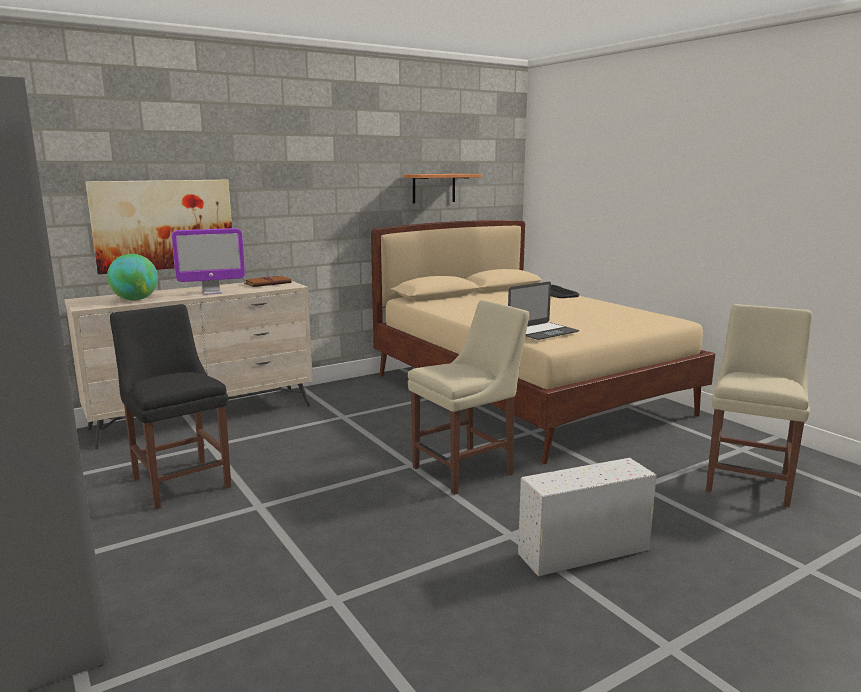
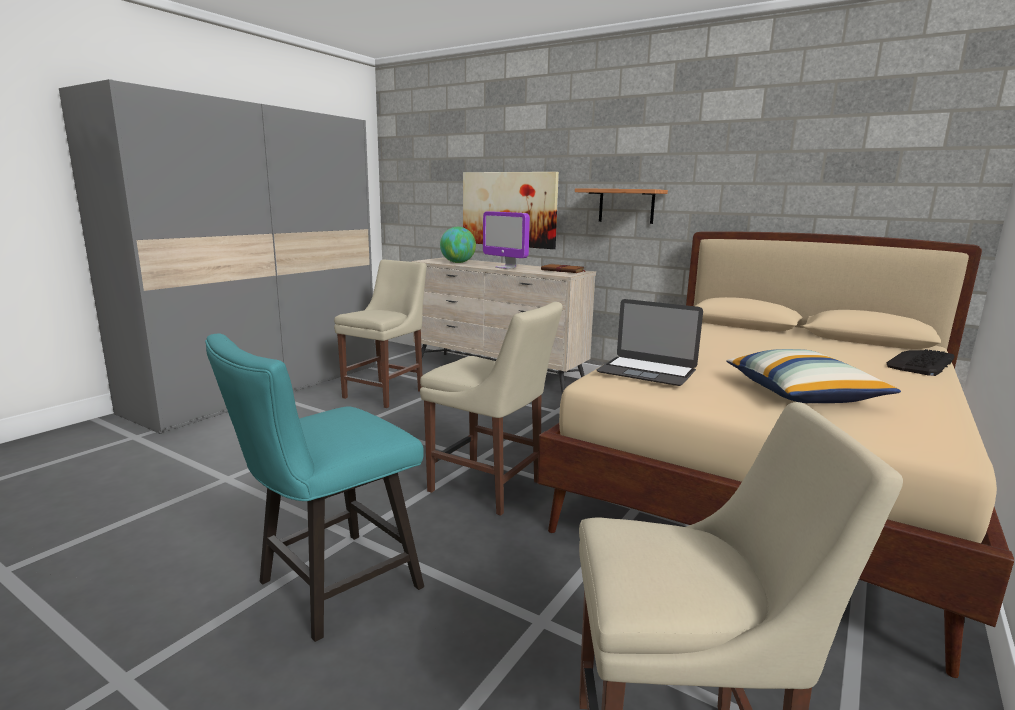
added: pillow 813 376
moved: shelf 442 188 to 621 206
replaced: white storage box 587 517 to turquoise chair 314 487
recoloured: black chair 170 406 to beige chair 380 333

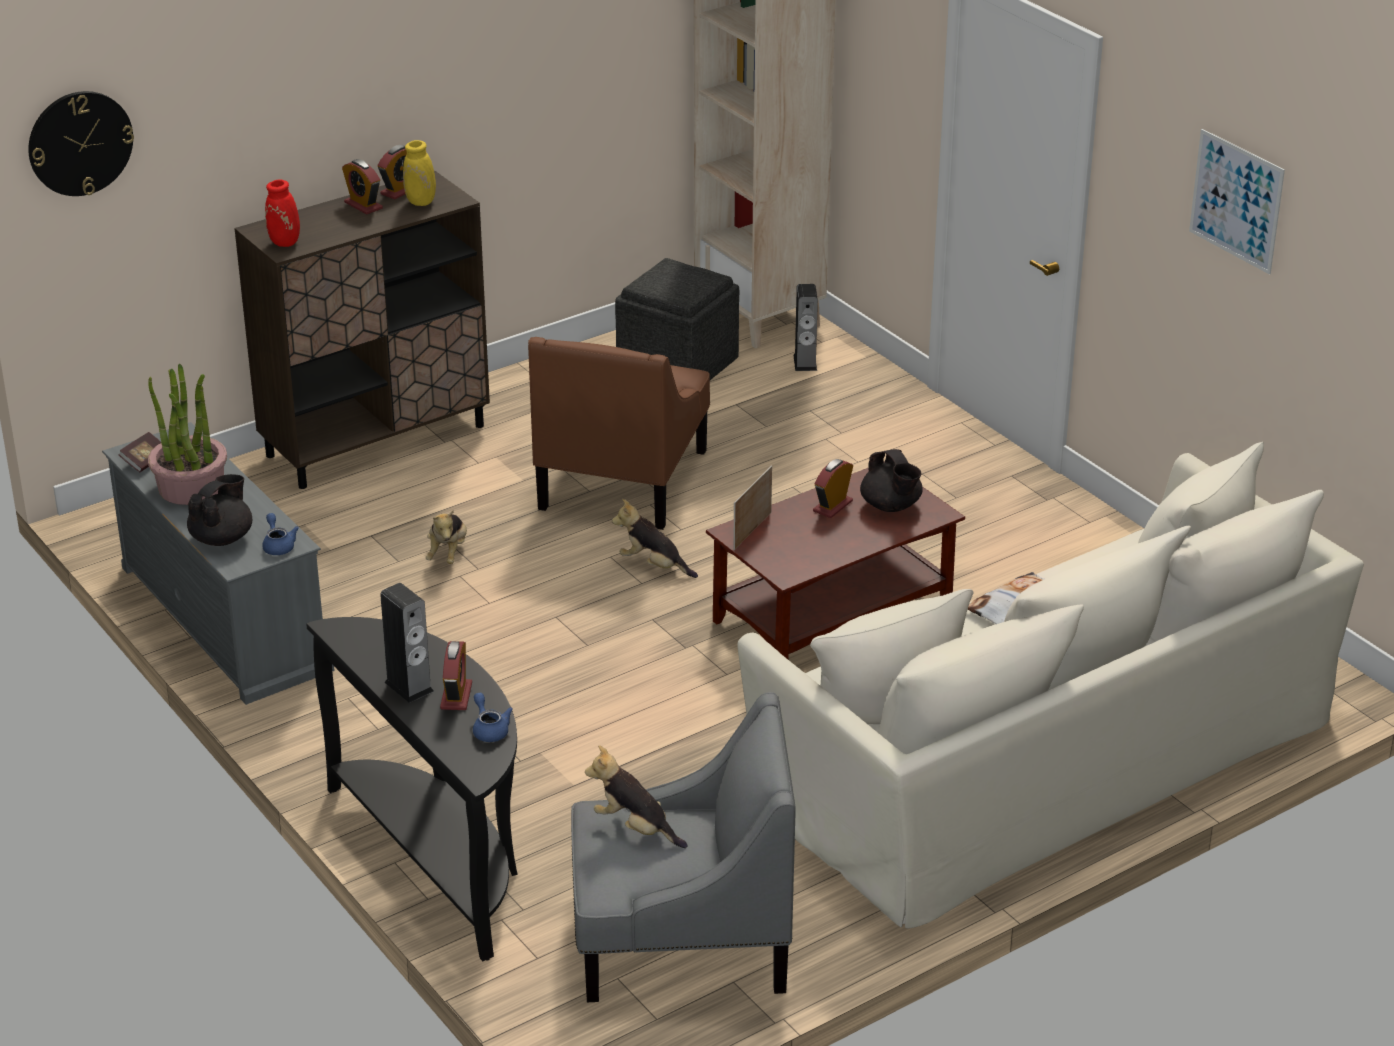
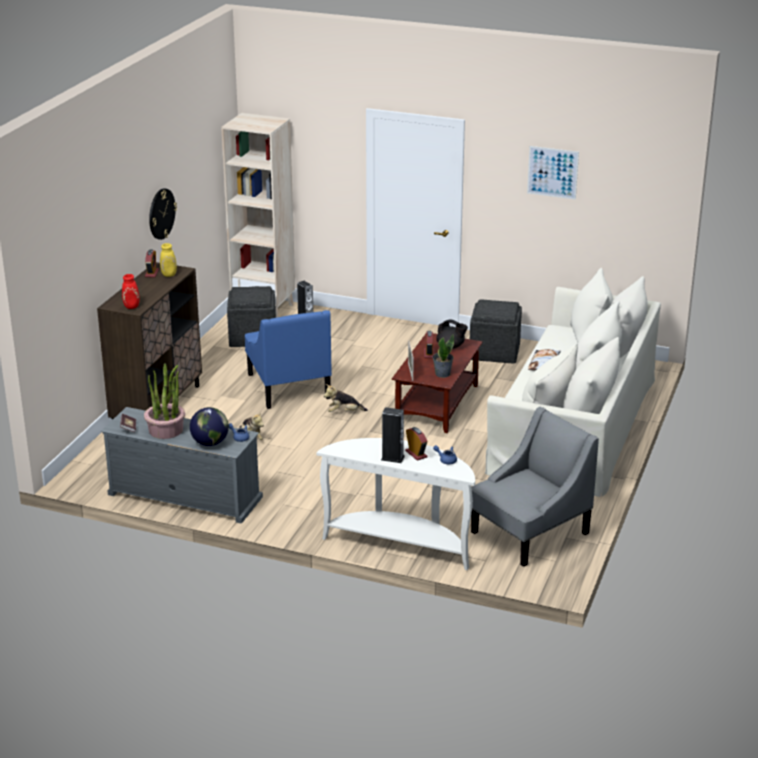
removed: alarm clock 362 187; plush toy 636 796
added: grey ottoman 496 331; potted plant 443 355
moved: wall clock 81 143 to 163 214
replaced: black teapot 219 510 to globe 209 426
recoloured: brown armchair 619 433 to blue armchair 288 359; black console table 412 789 to white console table 396 504

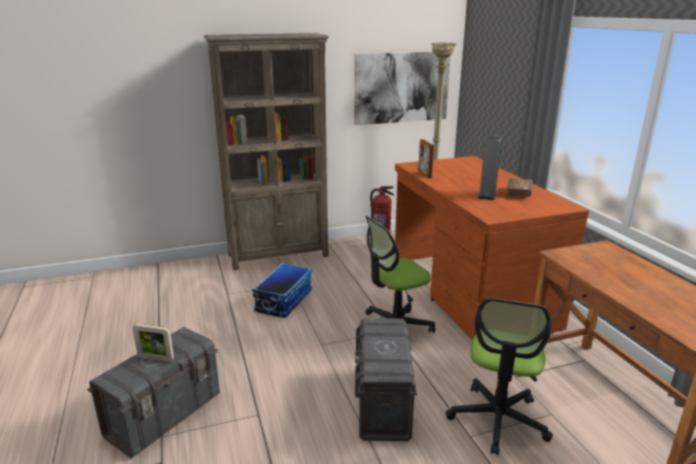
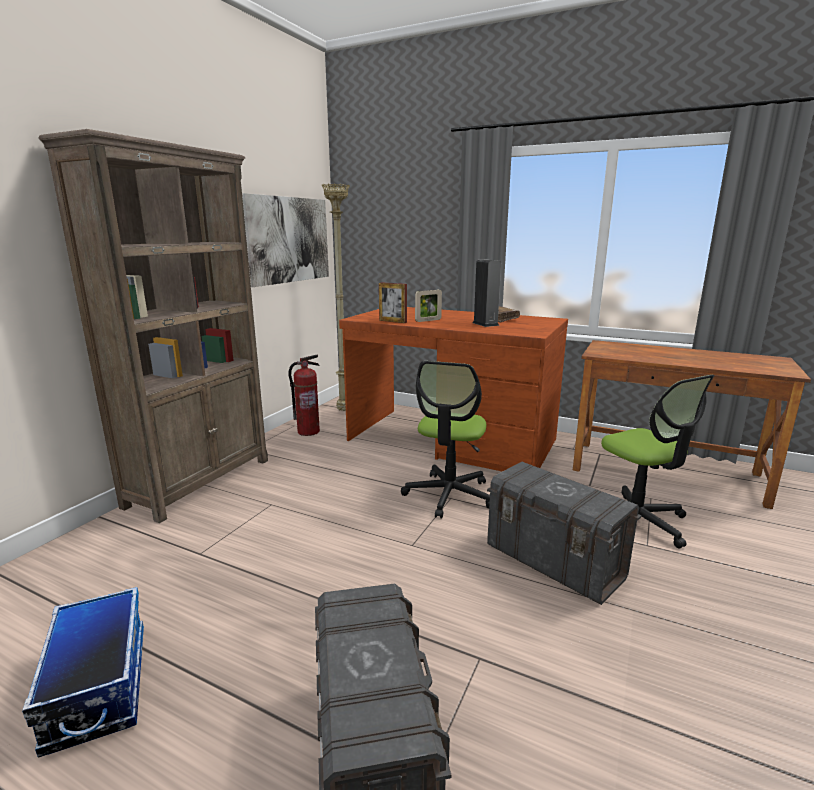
moved: storage box 282 290 to 83 672; picture frame 153 343 to 428 306

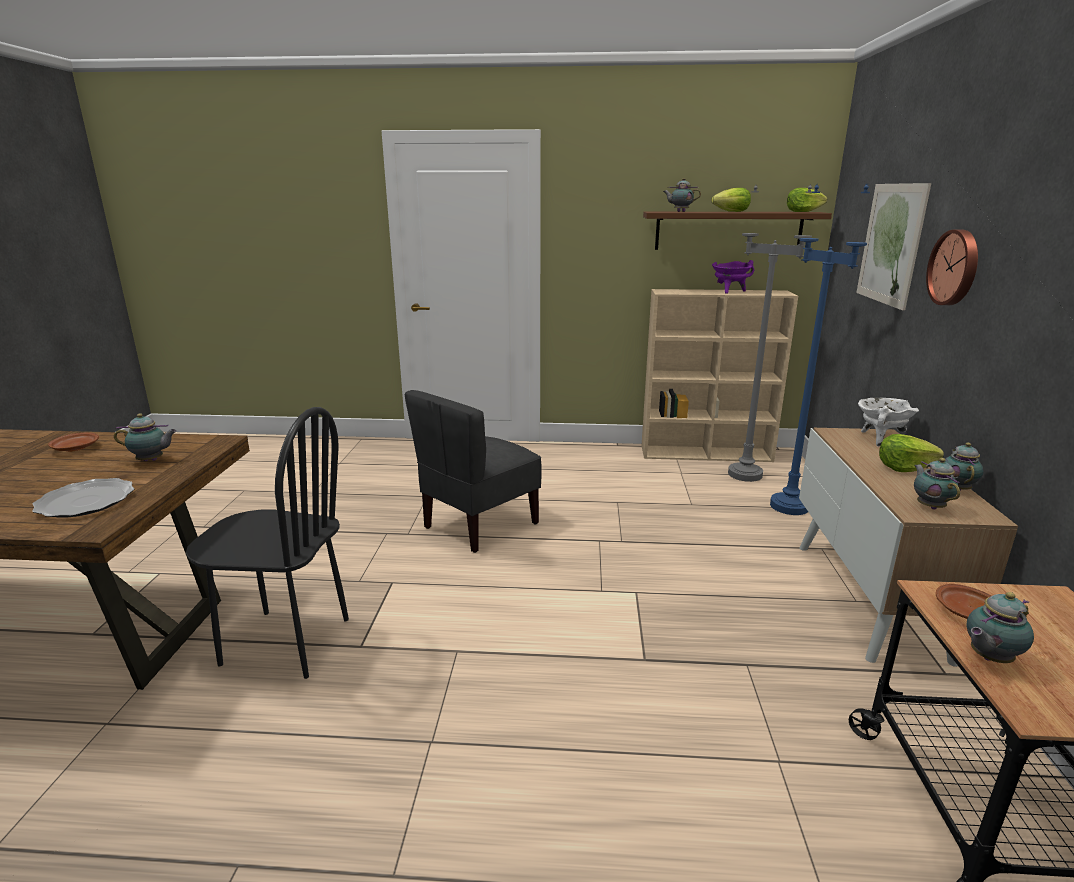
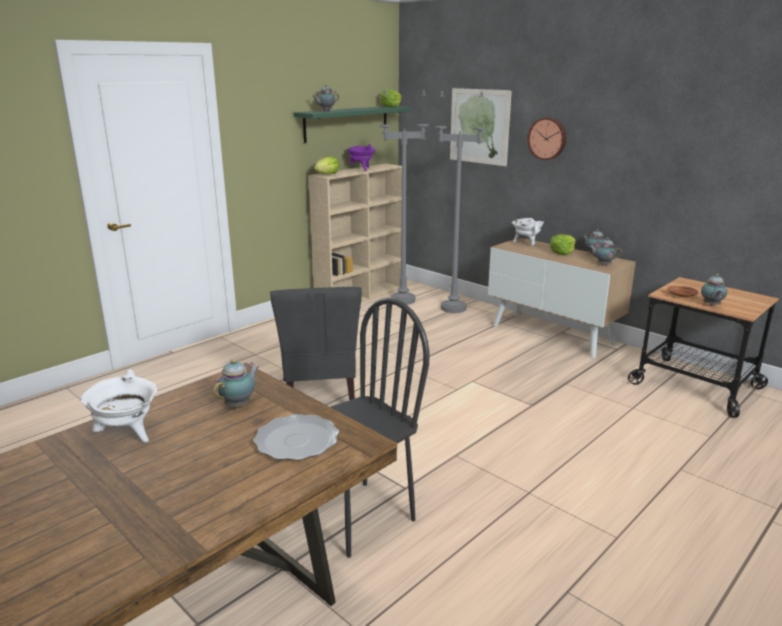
moved: lettuce 731 200 to 326 165
replaced: brown plate 73 442 to white cooking pot 118 406
recoloured: blue floor lamp 820 349 to grey floor lamp 460 202; brown shelf 737 231 to green shelf 353 124

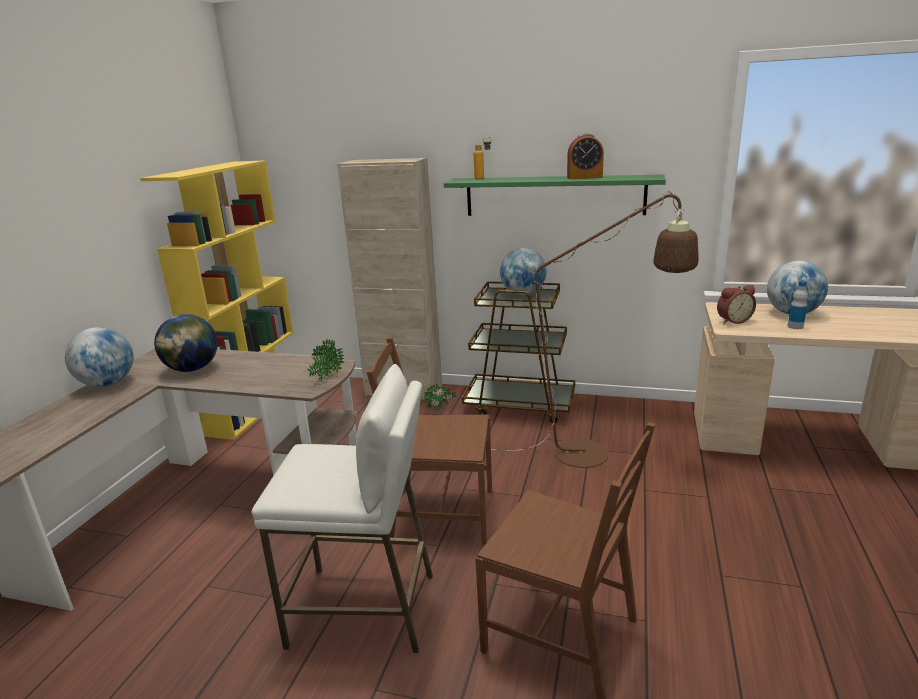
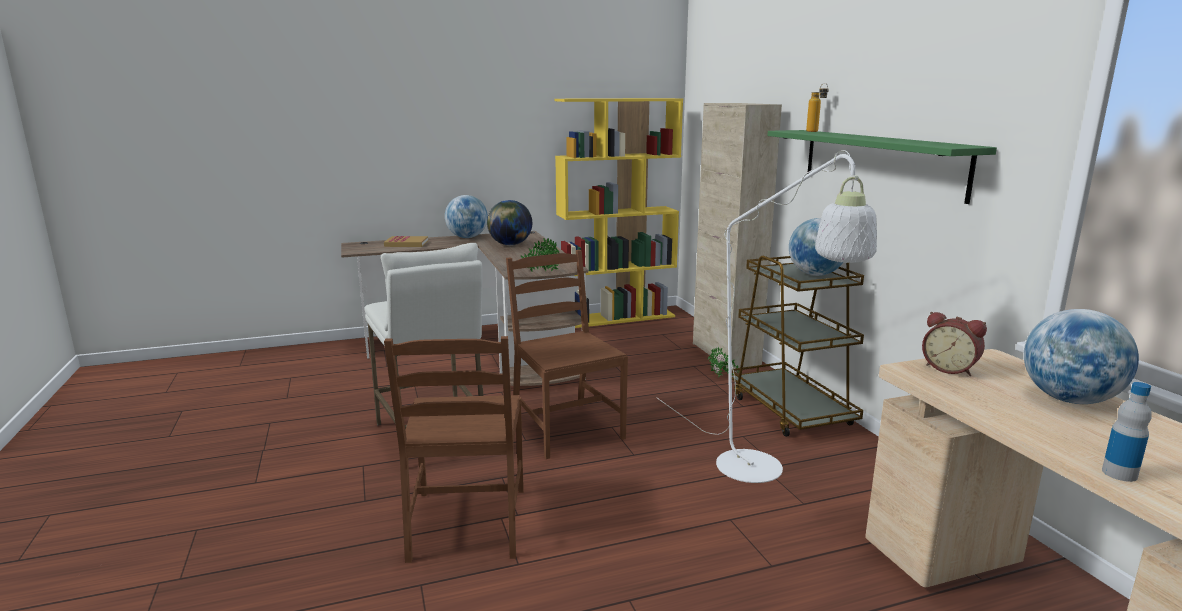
removed: alarm clock 585 156
added: book 406 241
moved: bottle 797 304 to 1127 432
recoloured: brown floor lamp 594 329 to white floor lamp 766 316

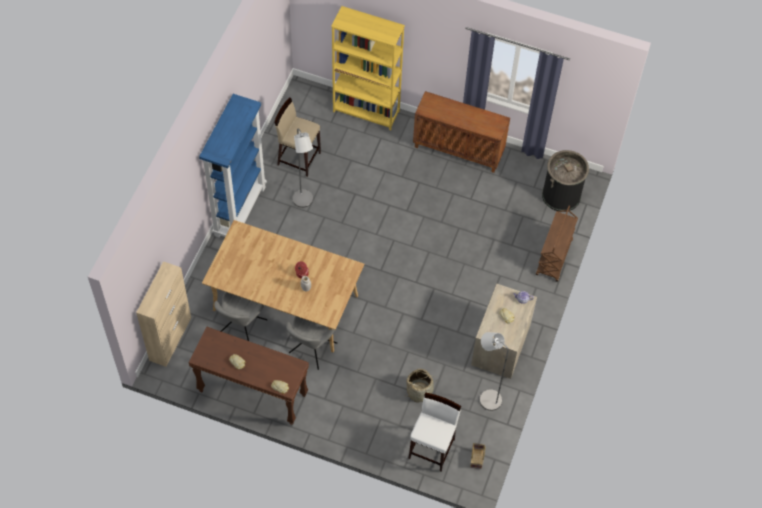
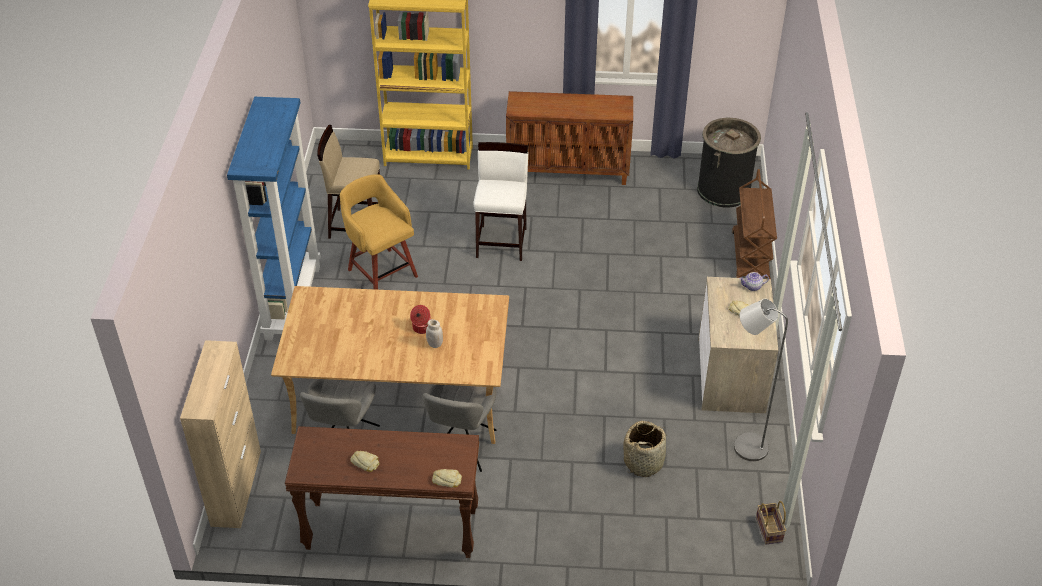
moved: white stool 434 431 to 500 201
replaced: grey floor lamp 302 168 to yellow stool 379 232

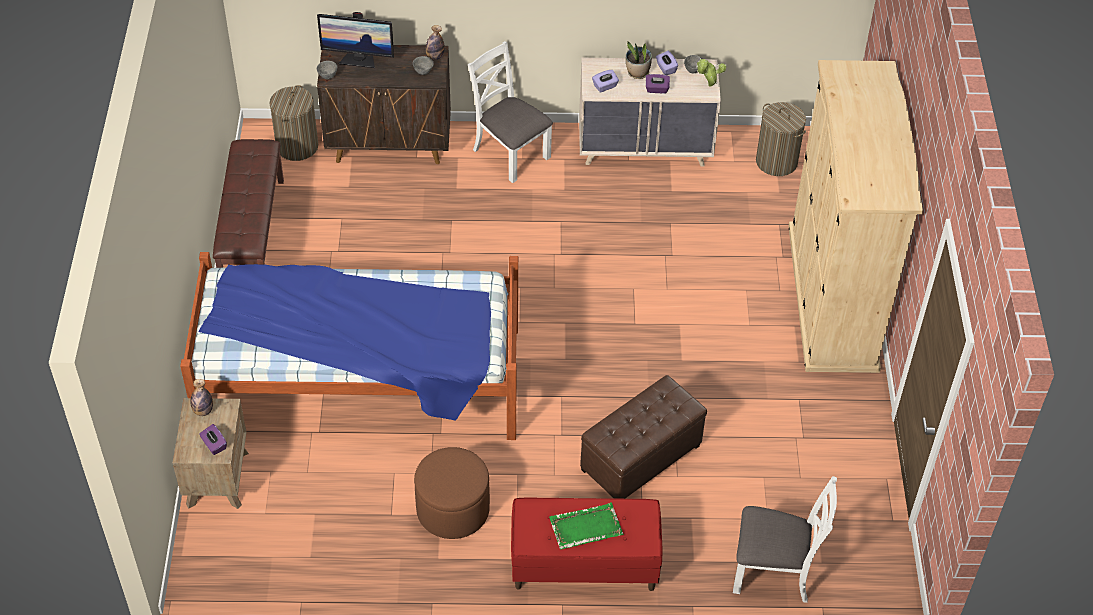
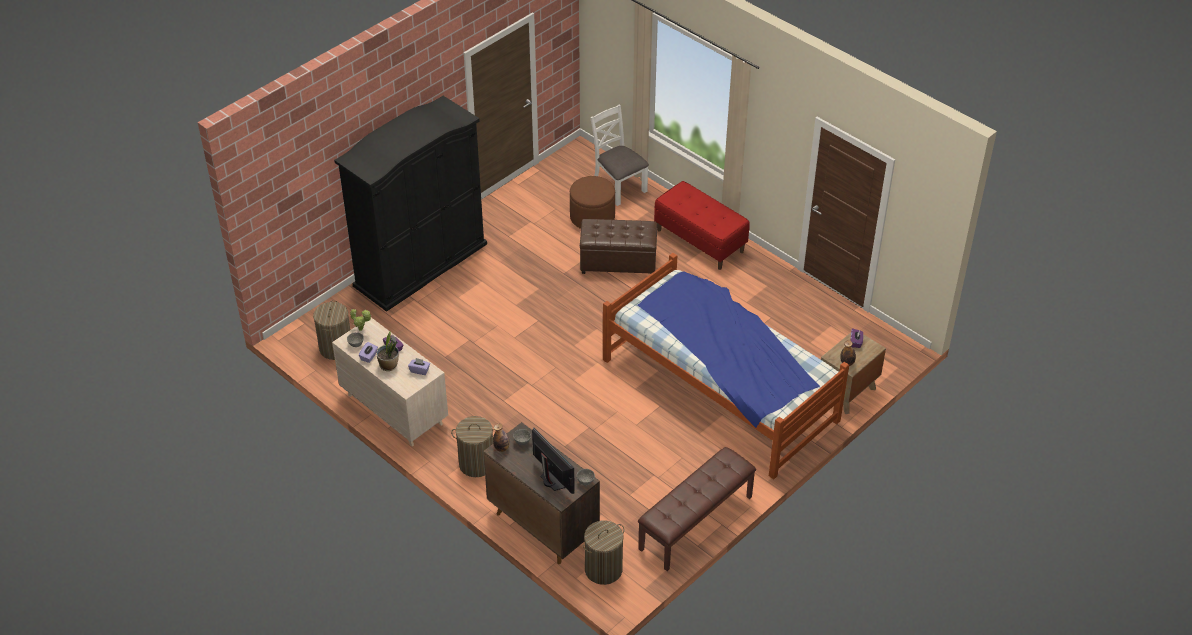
removed: green tray 586 526
moved: brown ottoman 452 493 to 592 202
replaced: white chair 510 112 to laundry basket 472 446
recoloured: beige wardrobe 855 216 to black wardrobe 410 204

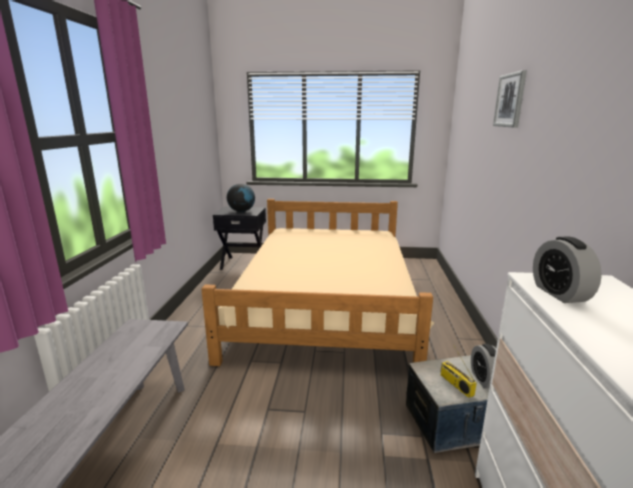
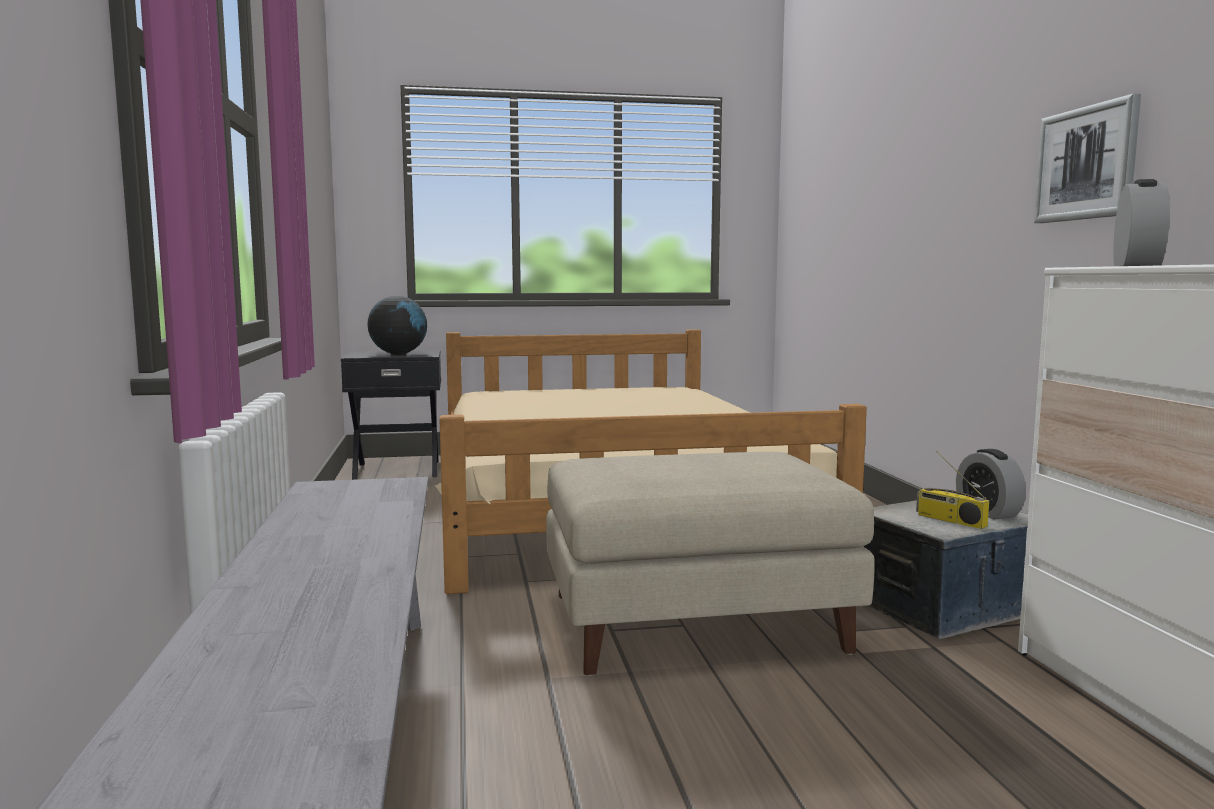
added: beige ottoman 710 564
moved: picture 510 99 to 1087 158
turned: alarm clock 567 269 = 1141 222 135 degrees counterclockwise

